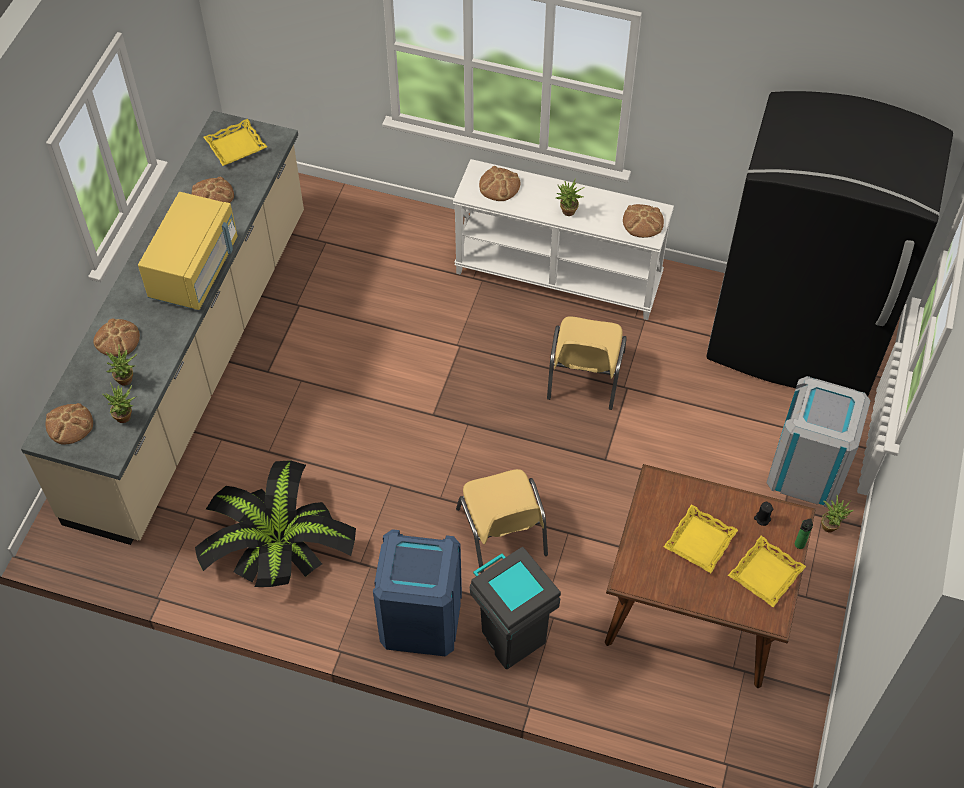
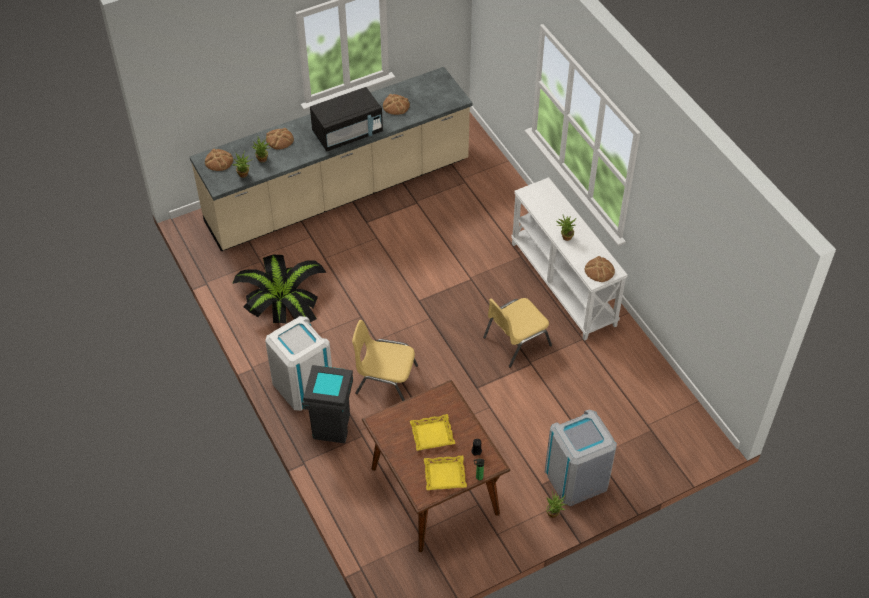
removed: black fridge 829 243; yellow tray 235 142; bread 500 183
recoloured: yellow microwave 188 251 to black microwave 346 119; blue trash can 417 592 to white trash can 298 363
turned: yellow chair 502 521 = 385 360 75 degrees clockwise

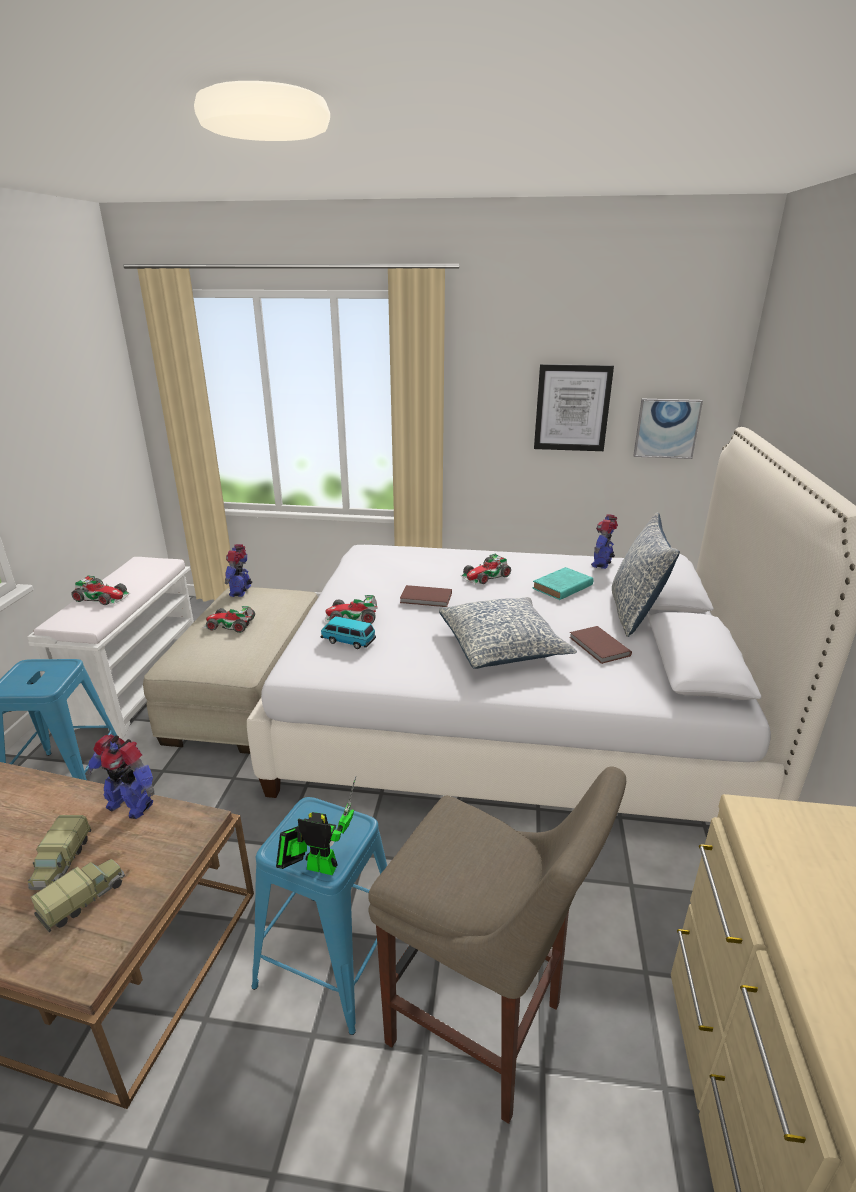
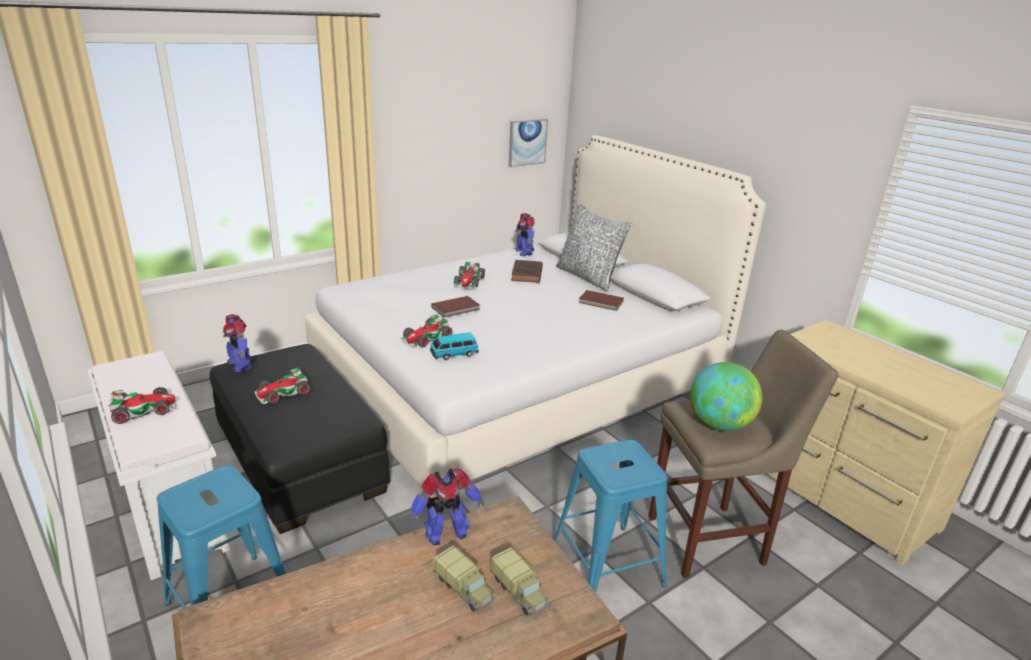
removed: picture 574 407; pillow 508 633; toy robot 316 825
added: globe 726 396
recoloured: turquoise book 562 583 to brown book 527 271; beige ottoman 230 670 to black ottoman 300 439
turned: toy truck 78 895 = 519 581 150 degrees clockwise

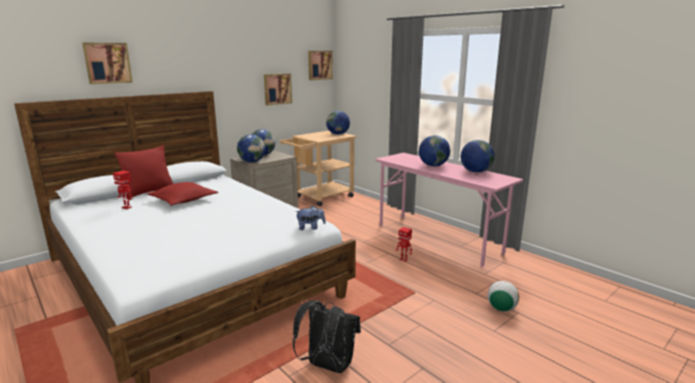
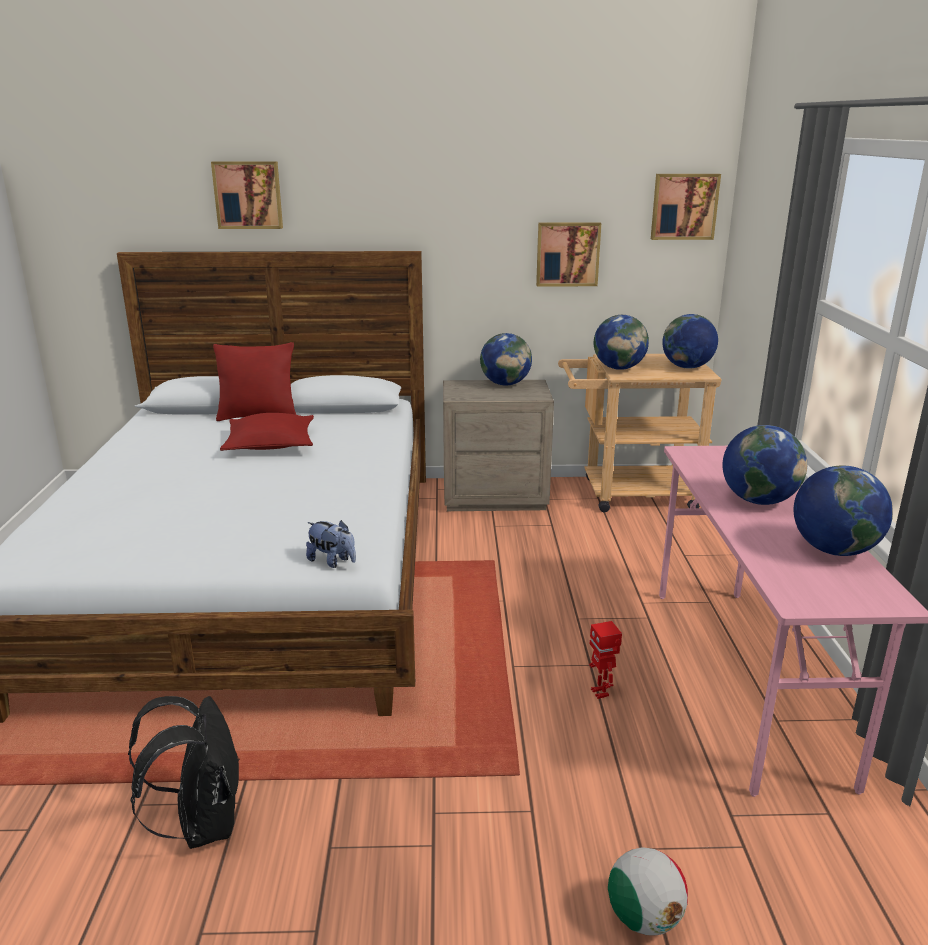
removed: toy robot 123 190
moved: globe 251 148 to 621 342

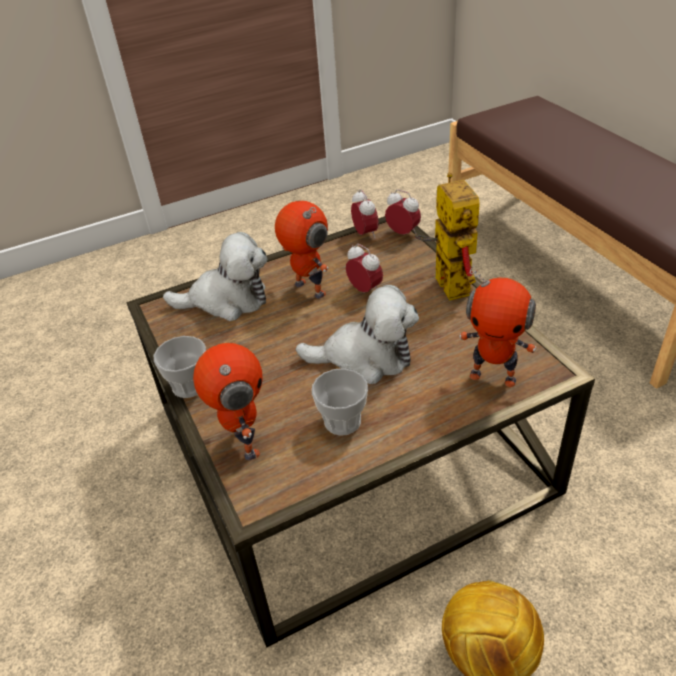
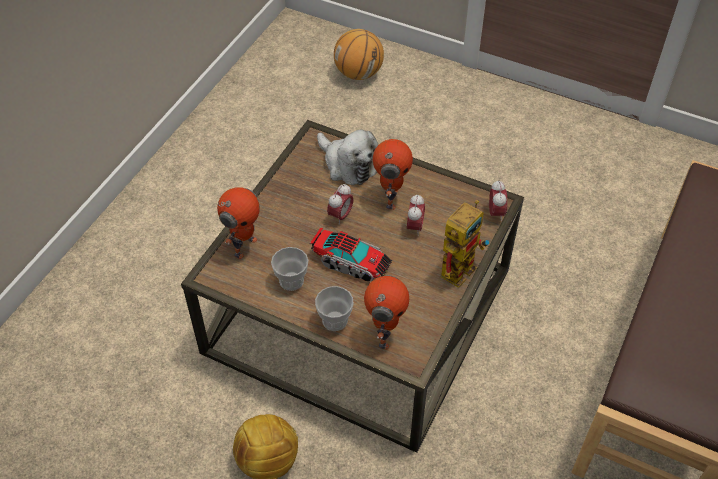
added: basketball 359 54
moved: alarm clock 365 214 to 340 204; cup 180 367 to 334 308
replaced: plush toy 357 334 to toy truck 351 255
turned: toy robot 498 326 = 386 312 150 degrees counterclockwise

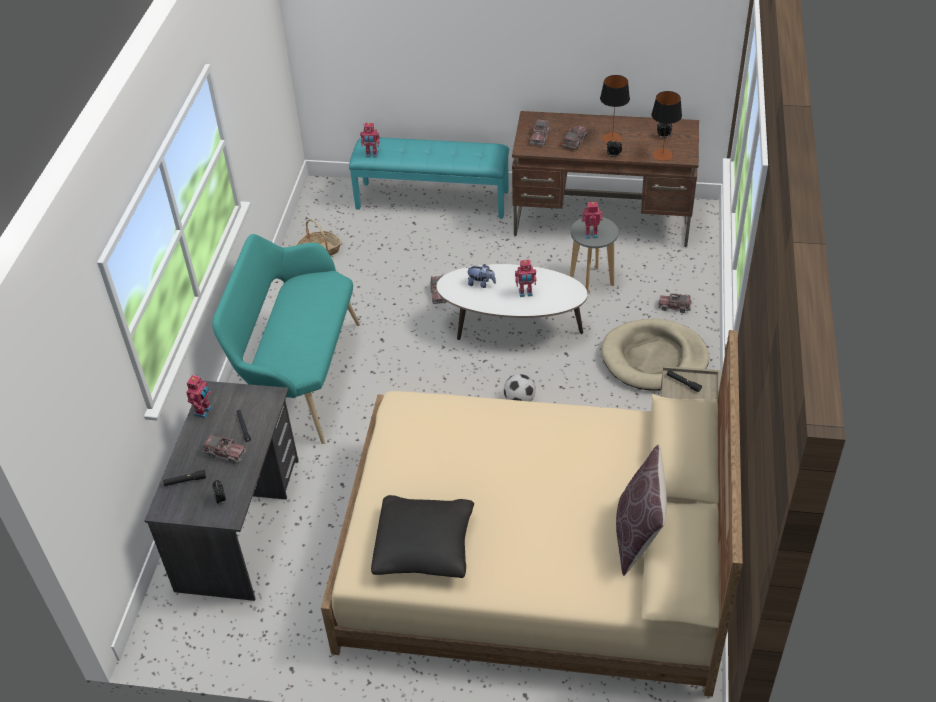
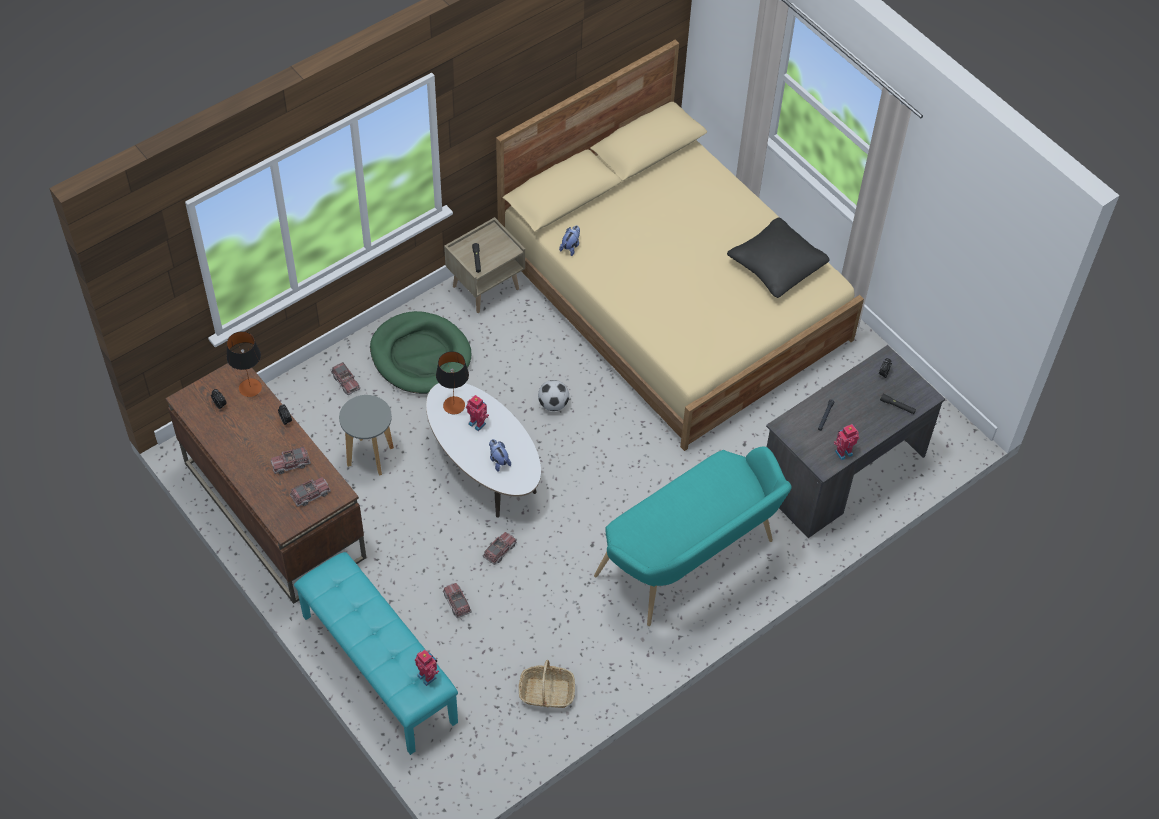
removed: toy robot 592 220; brown pillow 641 510
added: plush toy 569 240
moved: table lamp 615 109 to 452 382; toy truck 225 449 to 457 600
recoloured: beige dog bed 655 355 to green dog bed 421 352

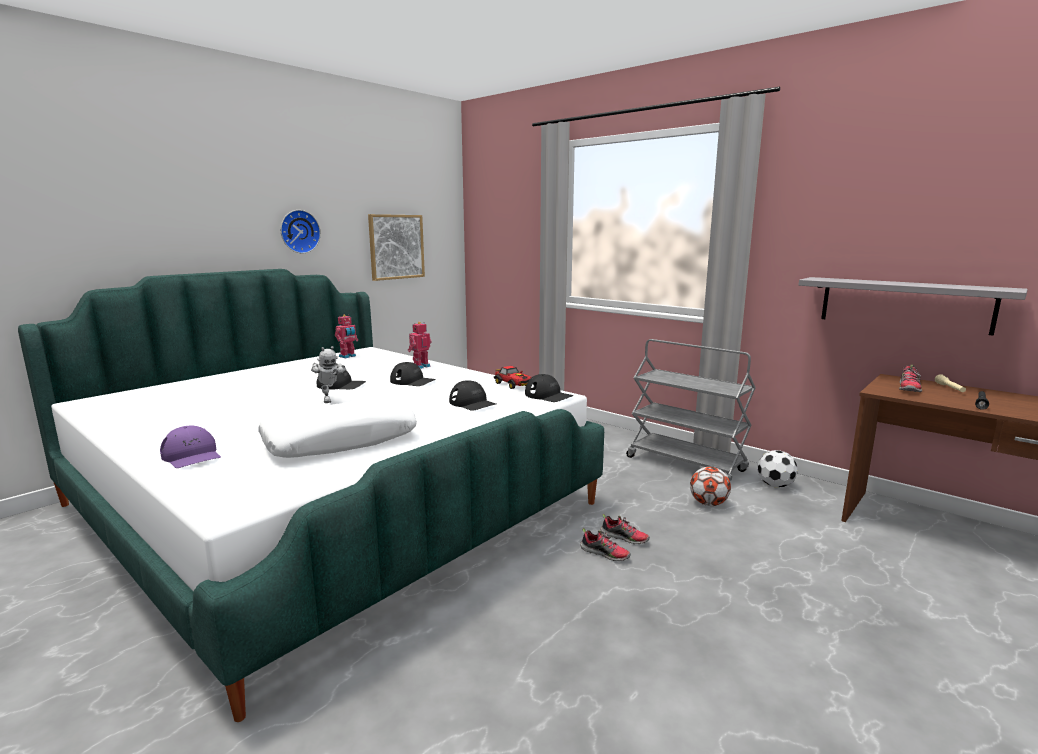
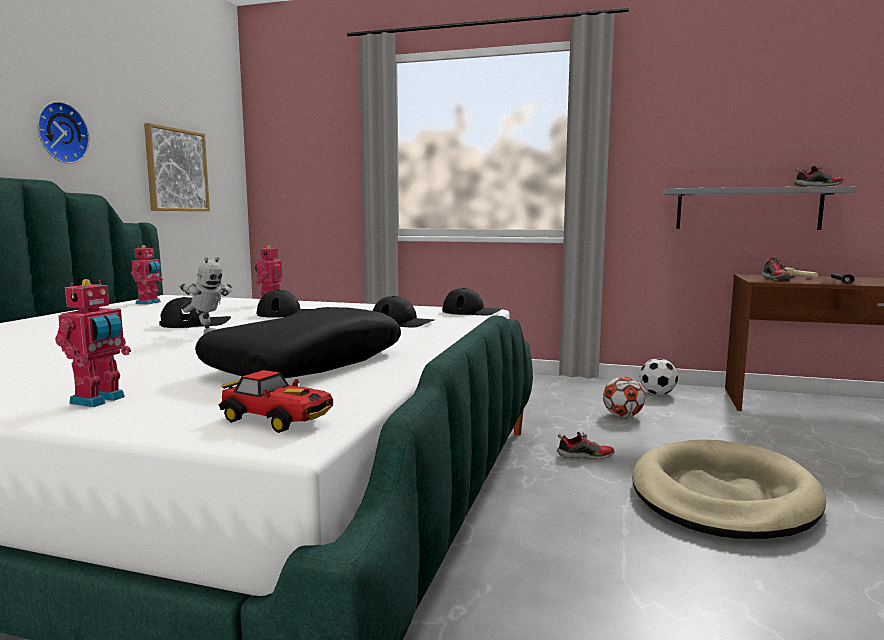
removed: grey cart 691 410
added: beige dog bed 729 489
moved: toy car 513 377 to 275 401; shoe 605 544 to 818 176
replaced: purple cap 190 447 to toy robot 93 343
recoloured: white pillow 337 427 to black pillow 298 342

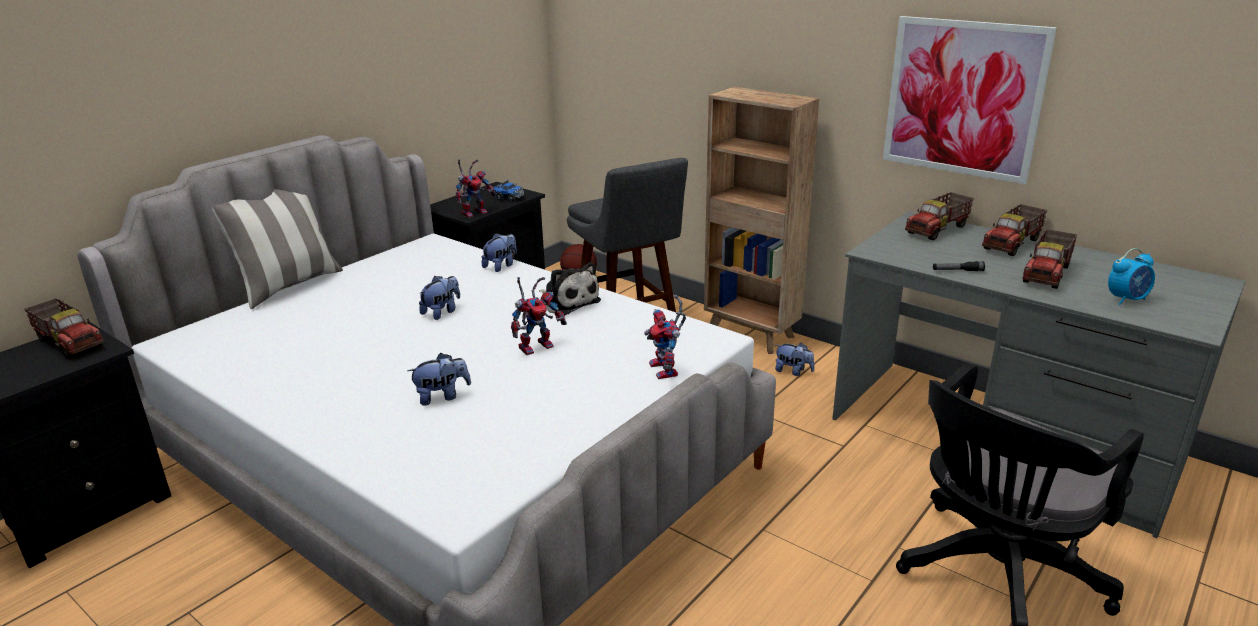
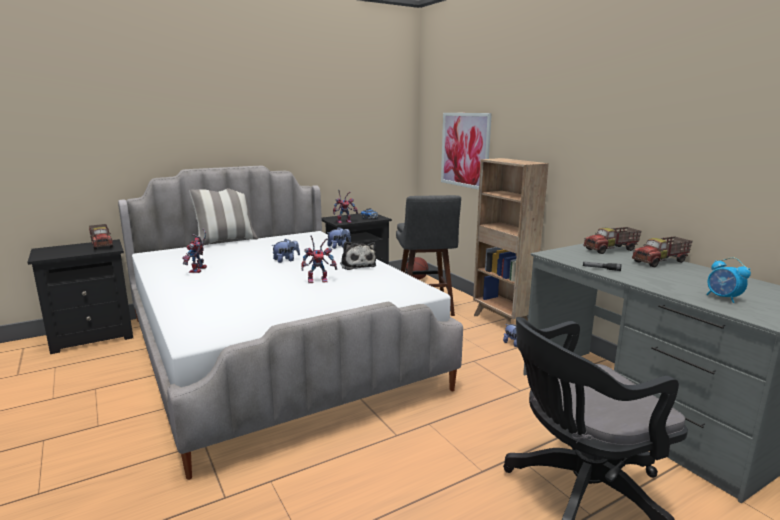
removed: toy truck 1049 259; plush toy 439 379
moved: picture 970 100 to 466 151; toy robot 665 337 to 194 250
turned: alarm clock 1131 276 = 728 280 60 degrees clockwise

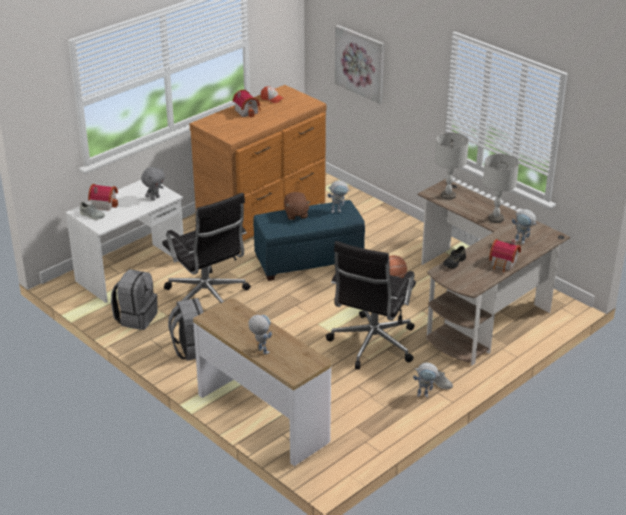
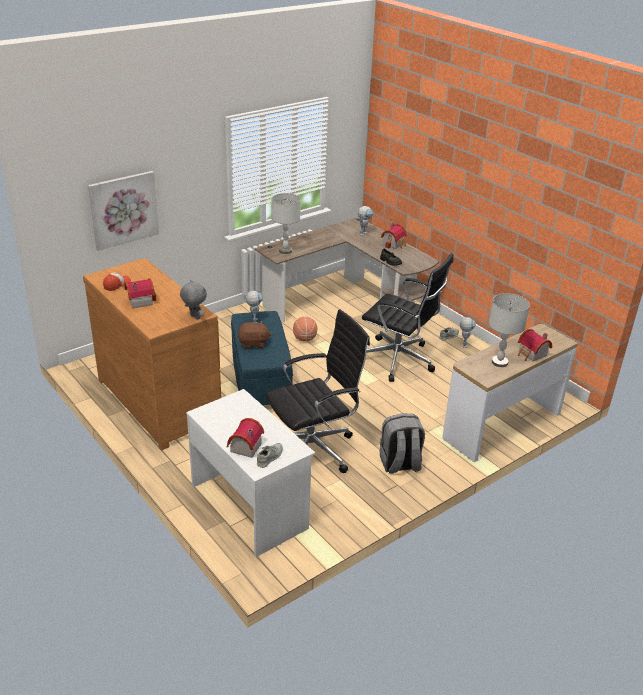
removed: grey backpack 134 299
moved: grey table lamp 501 188 to 509 330; grey plush toy 153 184 to 193 300
replaced: toy robot 260 335 to toy house 535 345

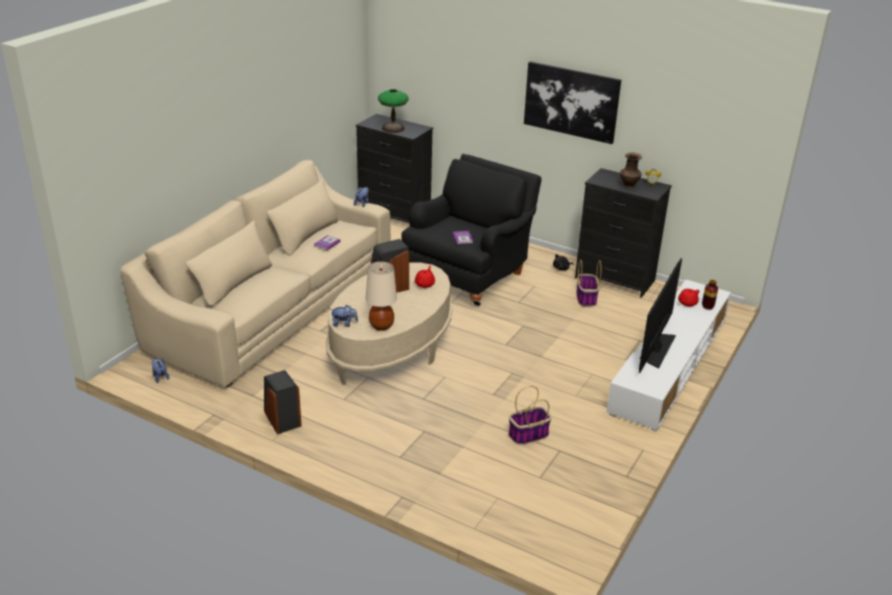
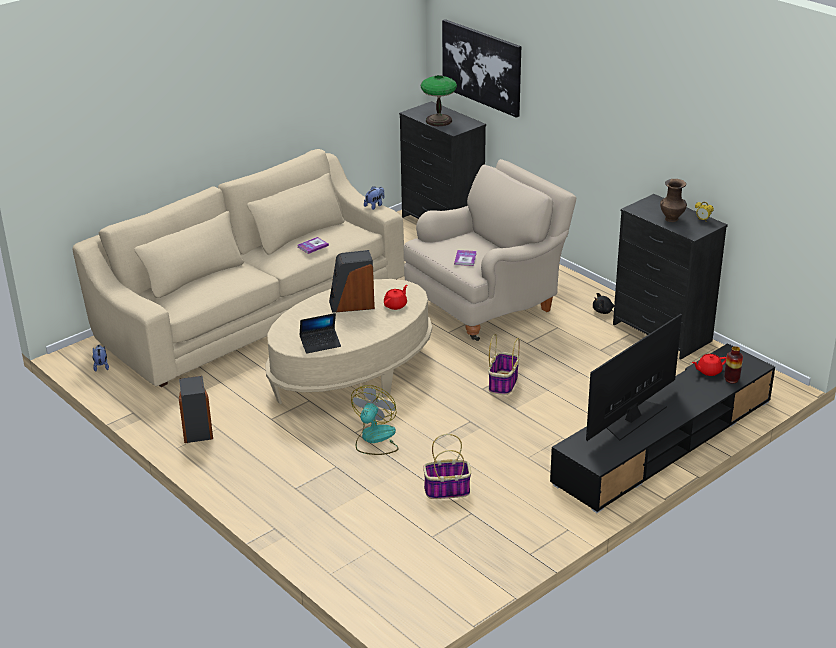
removed: plush toy 344 316
added: fan 375 420
moved: picture 572 102 to 481 68; basket 588 282 to 504 364
replaced: beige table lamp 381 296 to laptop 320 333
recoloured: black armchair 471 230 to beige armchair 490 250; white tv stand 668 356 to black tv stand 662 428

